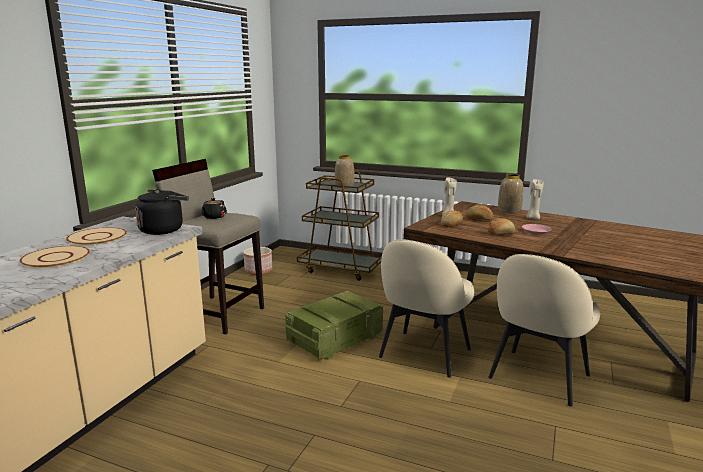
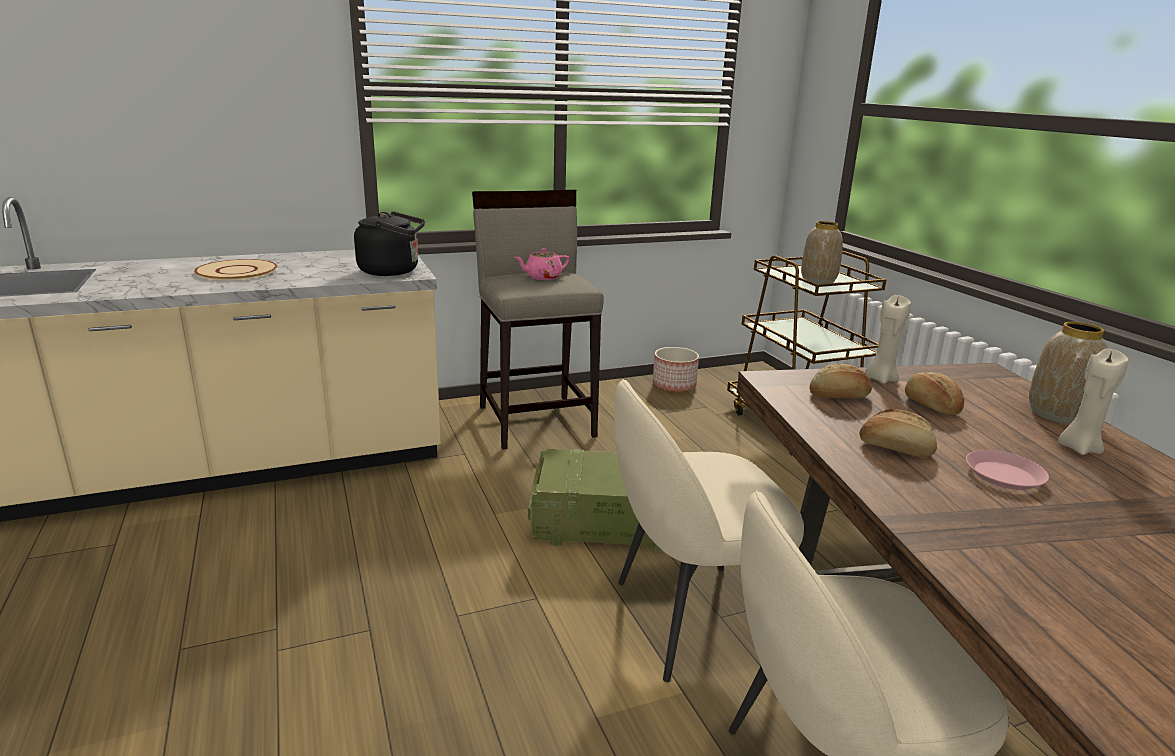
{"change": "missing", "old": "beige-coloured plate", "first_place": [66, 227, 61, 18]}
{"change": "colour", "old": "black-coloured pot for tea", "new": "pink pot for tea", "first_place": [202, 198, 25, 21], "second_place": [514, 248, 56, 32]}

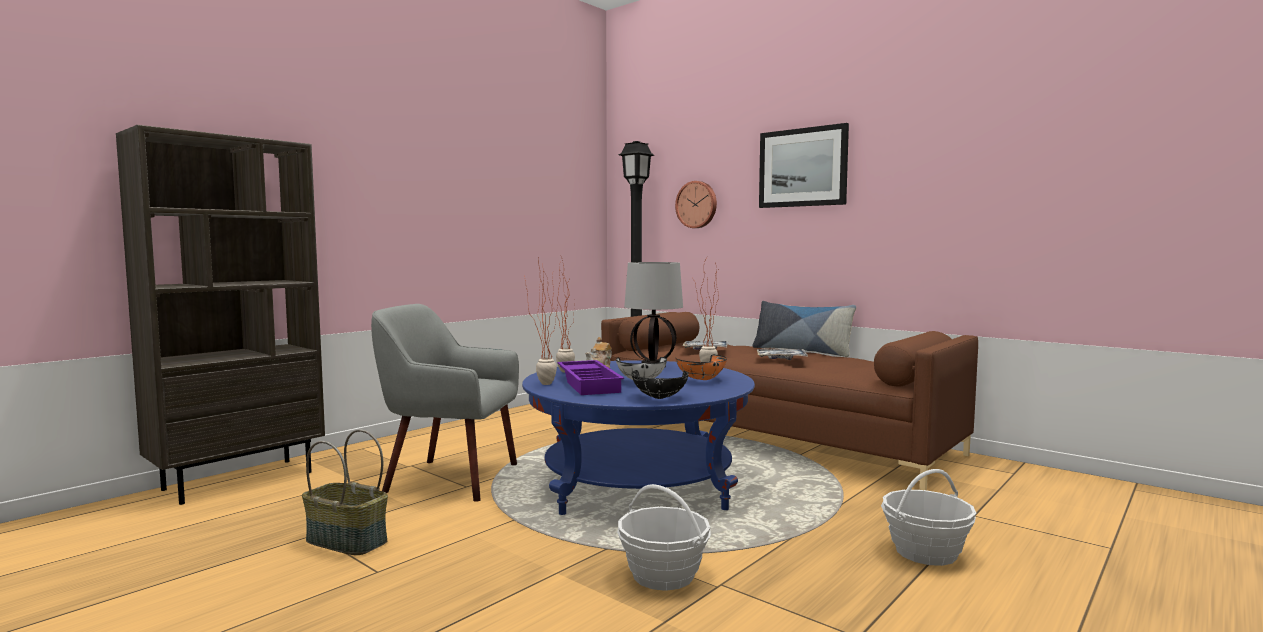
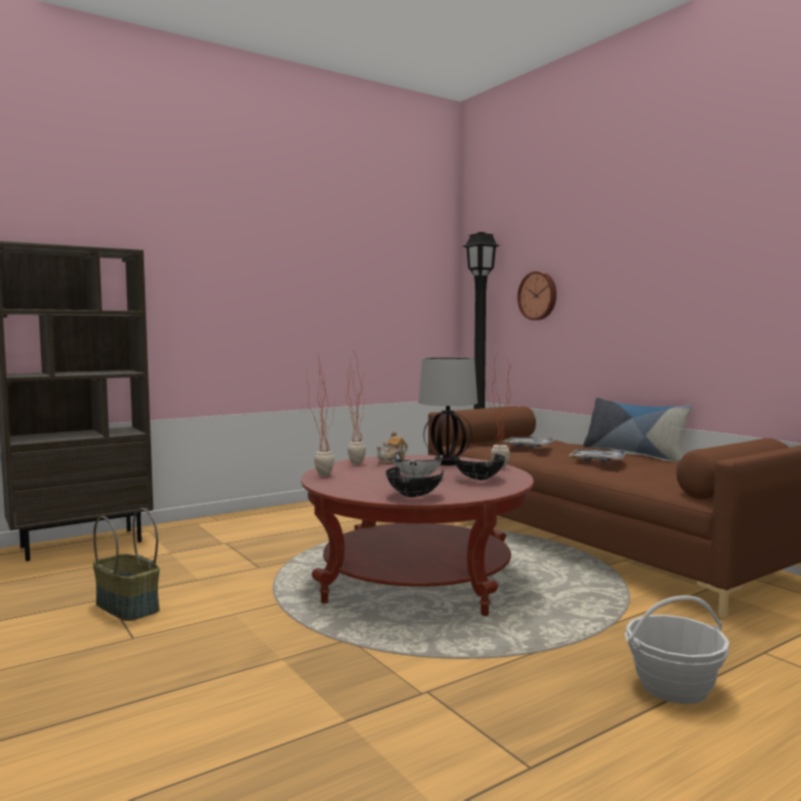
{"change": "missing", "old": "grey lounge chair", "first_place": [371, 304, 148, 198]}
{"change": "missing", "old": "purple serving tray", "first_place": [557, 360, 67, 35]}
{"change": "missing", "old": "storage basket", "first_place": [617, 484, 94, 107]}
{"change": "missing", "old": "picture", "first_place": [759, 123, 90, 85]}
{"change": "colour", "old": "bluish low table", "new": "red-coloured low table", "first_place": [522, 360, 233, 155], "second_place": [301, 455, 233, 161]}
{"change": "colour", "old": "orange-coloured serving bowl", "new": "black-coloured serving bowl", "first_place": [675, 355, 52, 25], "second_place": [453, 454, 52, 26]}

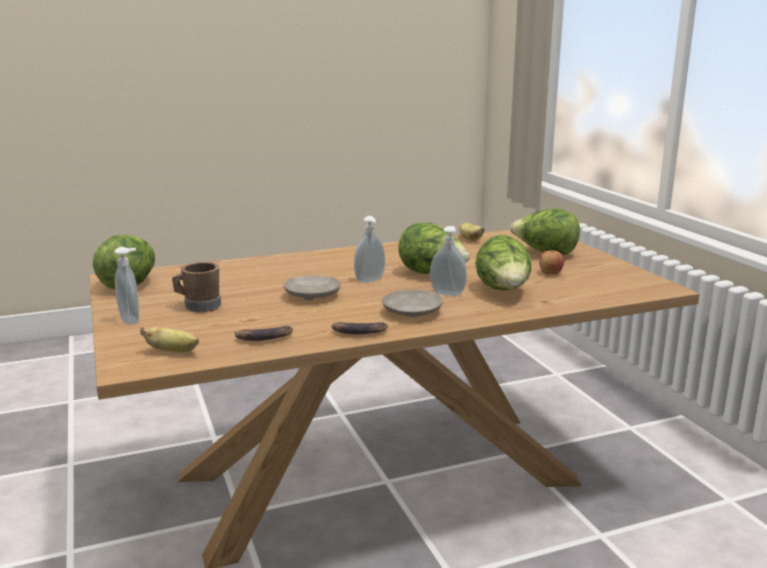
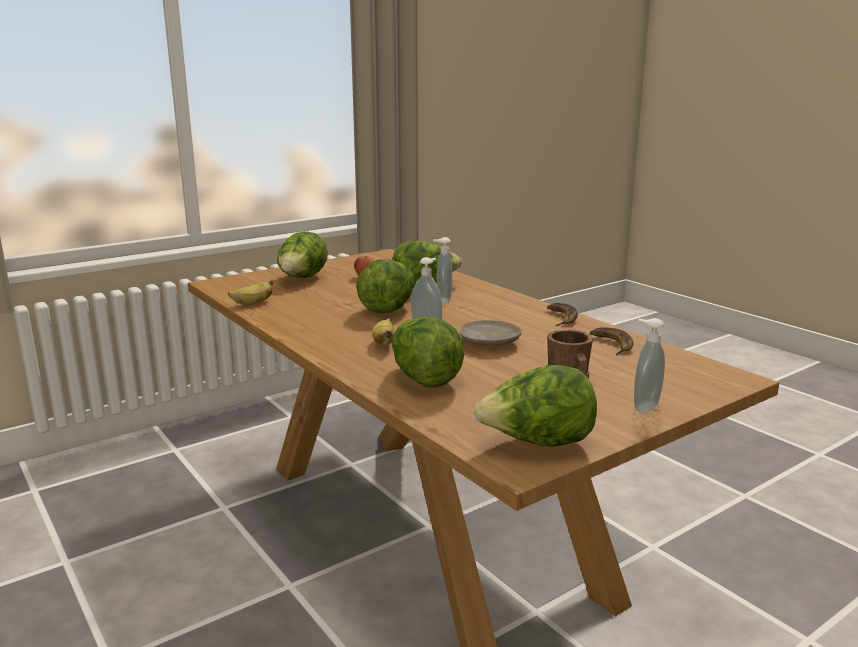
{"change": "missing", "old": "beige-coloured plate", "first_place": [382, 290, 61, 27]}
{"change": "appeared", "new": "lettuce", "second_place": [392, 316, 72, 72]}
{"change": "relocated", "old": "banana fruit", "first_place": [140, 327, 59, 26], "second_place": [372, 318, 22, 29]}

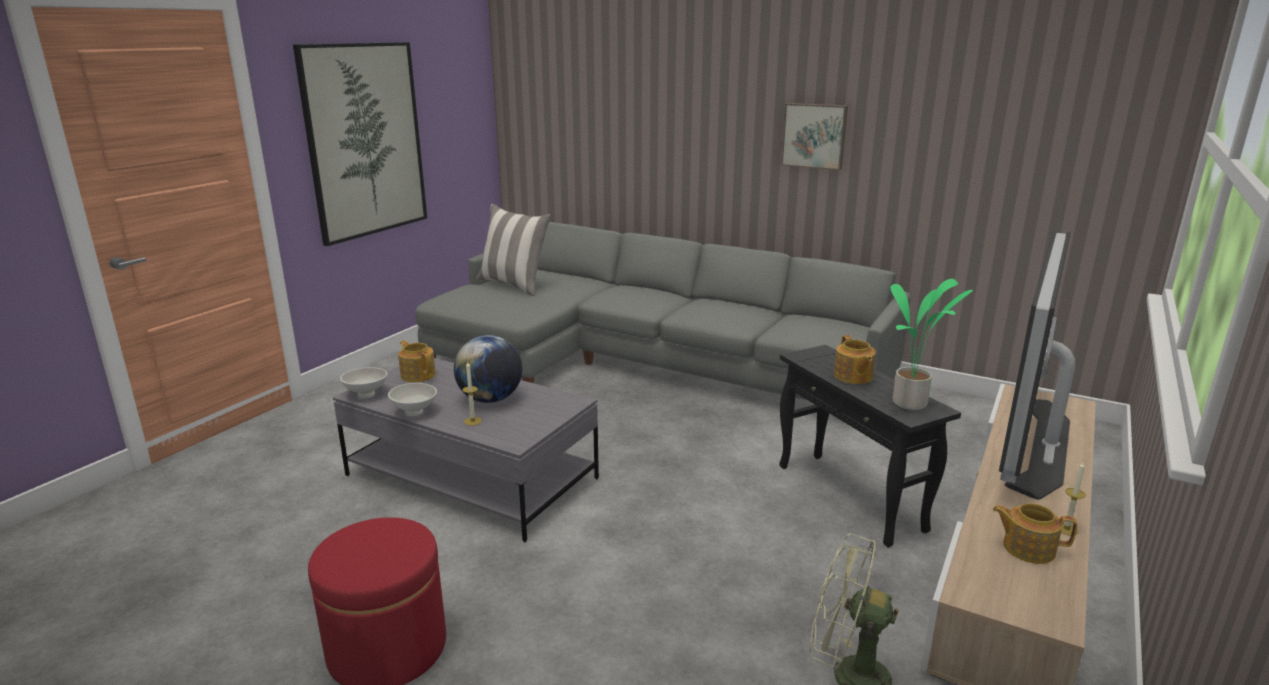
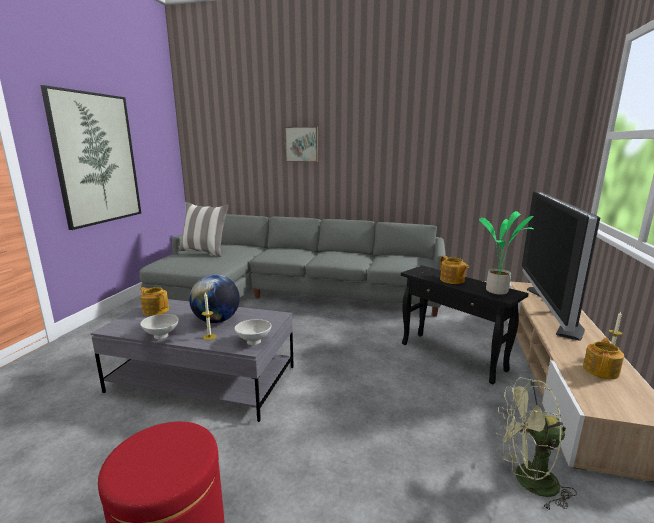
{"change": "relocated", "old": "white-coloured serving bowl", "first_place": [340, 367, 47, 31], "second_place": [234, 319, 38, 26]}
{"change": "relocated", "old": "picture", "first_place": [781, 103, 67, 67], "second_place": [284, 127, 34, 35]}
{"change": "spun", "old": "pot for tea", "first_place": [993, 503, 84, 61], "second_place": [583, 337, 41, 43], "degrees": 120}

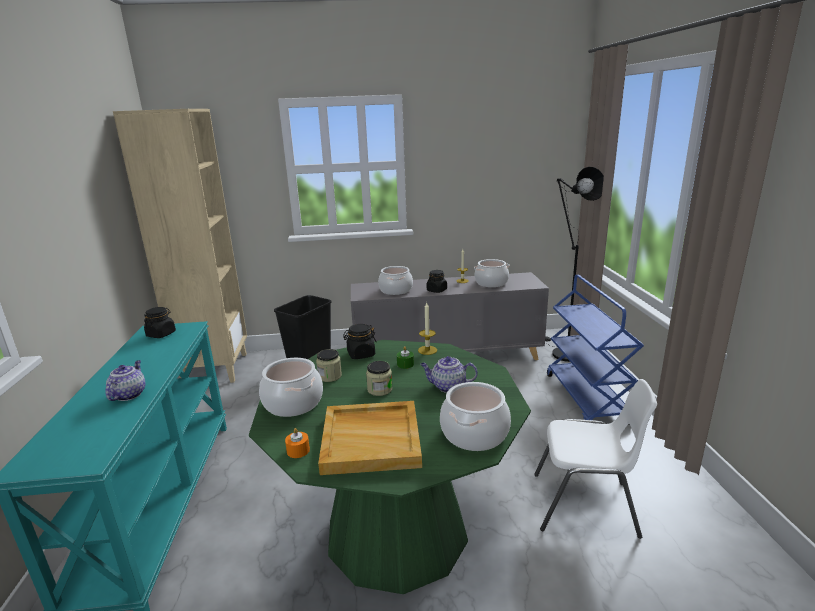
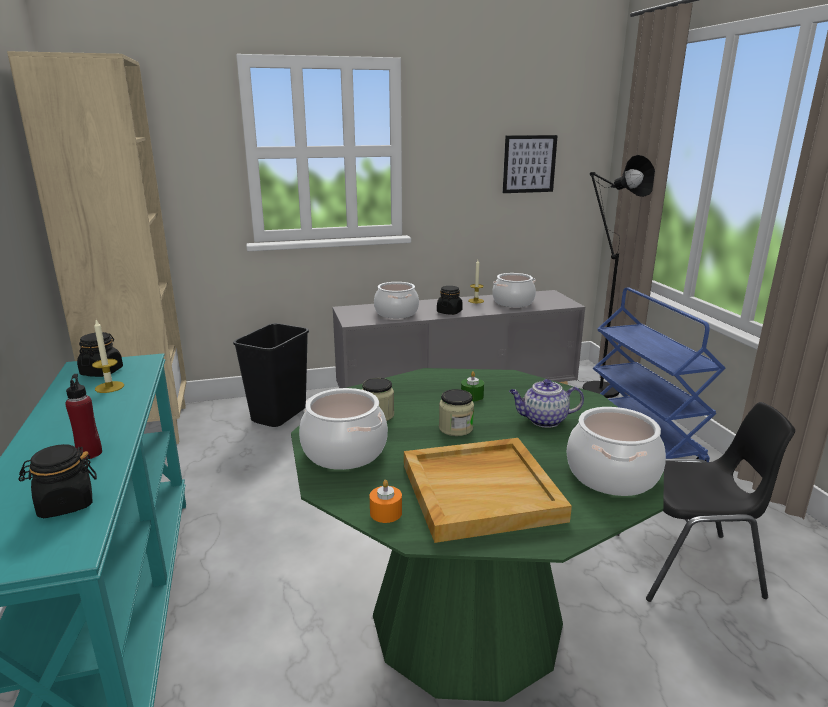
{"change": "appeared", "new": "picture", "second_place": [503, 135, 55, 58]}
{"change": "relocated", "old": "black-coloured preserve jar", "first_place": [343, 324, 34, 35], "second_place": [18, 444, 79, 74]}
{"change": "relocated", "old": "wax candle", "first_place": [418, 303, 19, 52], "second_place": [92, 320, 32, 73]}
{"change": "exchanged", "old": "pot for tea", "new": "red-coloured beverage bottle", "first_place": [105, 360, 40, 41], "second_place": [65, 374, 37, 85]}
{"change": "colour", "old": "white-coloured plain chair", "new": "black-coloured plain chair", "first_place": [534, 379, 123, 160], "second_place": [617, 402, 178, 200]}

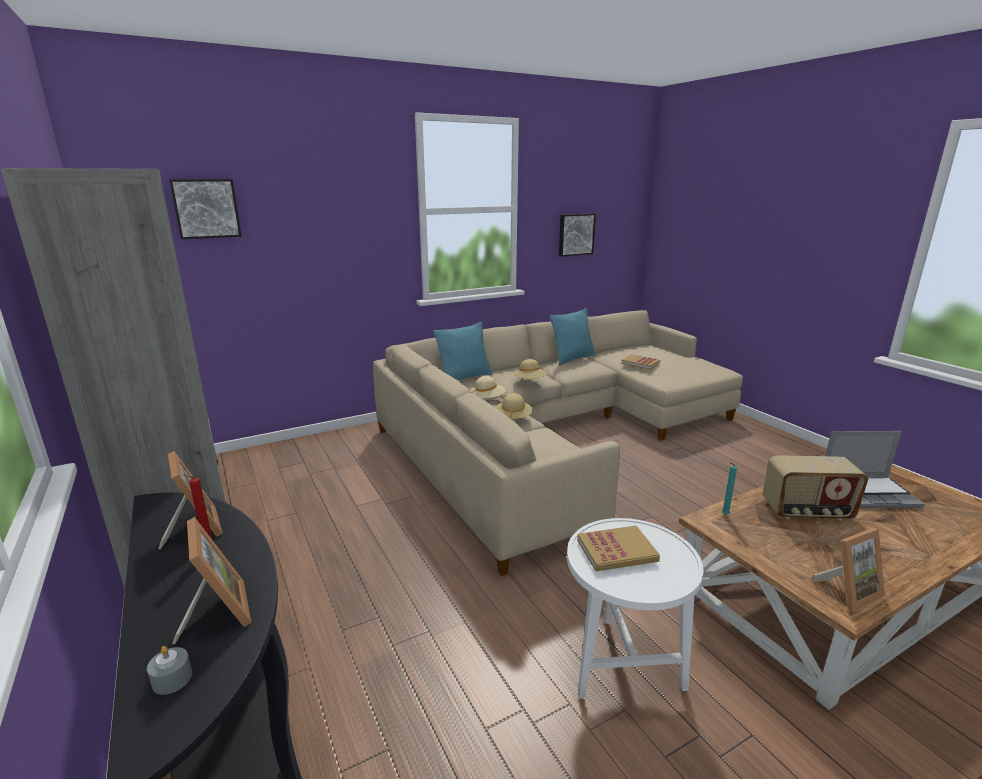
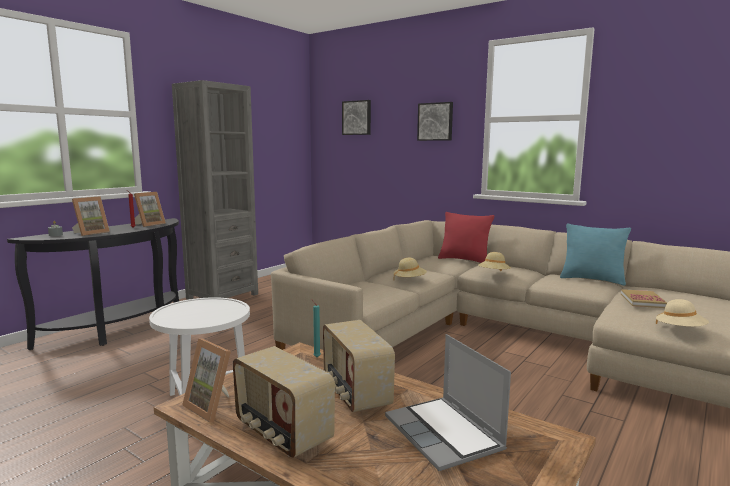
{"change": "missing", "old": "volume", "first_place": [577, 526, 83, 45]}
{"change": "appeared", "new": "radio receiver", "second_place": [233, 346, 102, 112]}
{"change": "relocated", "old": "beige-coloured hat", "first_place": [471, 376, 34, 22], "second_place": [656, 299, 53, 28]}
{"change": "relocated", "old": "picture", "first_place": [559, 213, 37, 44], "second_place": [417, 102, 36, 39]}
{"change": "colour", "old": "turquoise pillow", "new": "red-coloured pillow", "first_place": [433, 322, 60, 58], "second_place": [438, 212, 56, 51]}

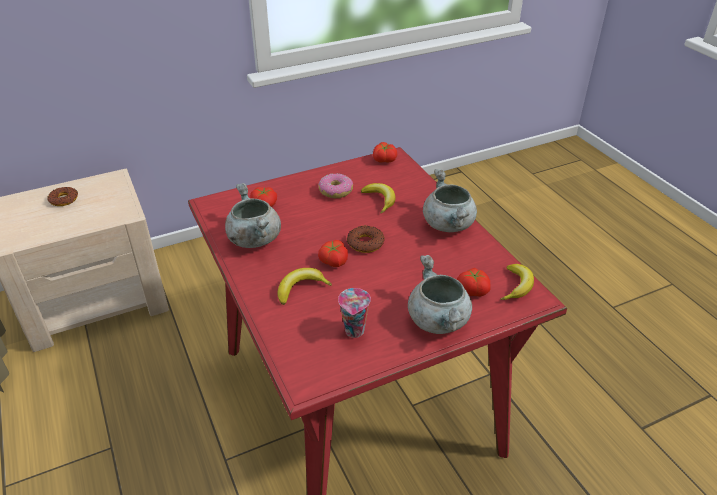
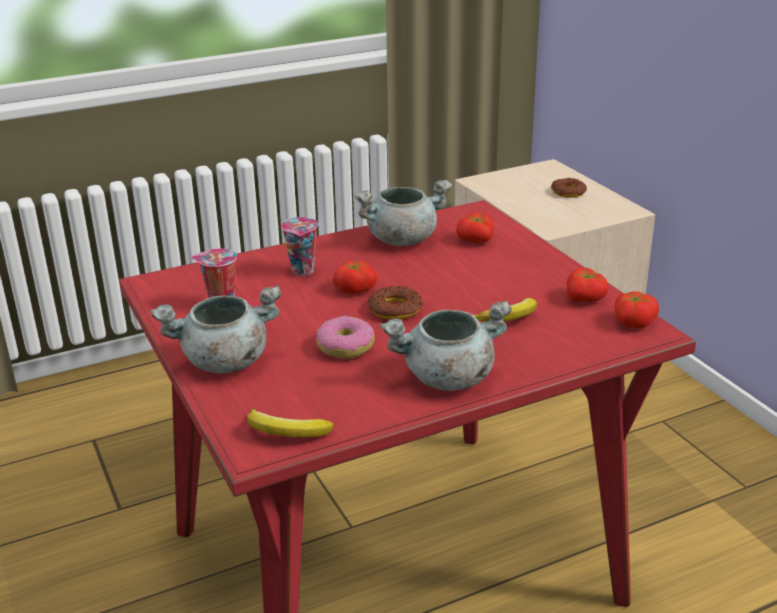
{"change": "relocated", "old": "doughnut", "first_place": [318, 173, 35, 25], "second_place": [316, 316, 58, 43]}
{"change": "relocated", "old": "tomato", "first_place": [457, 268, 34, 29], "second_place": [567, 268, 41, 34]}
{"change": "exchanged", "old": "banana fruit", "new": "cup", "first_place": [278, 268, 54, 37], "second_place": [281, 217, 37, 59]}

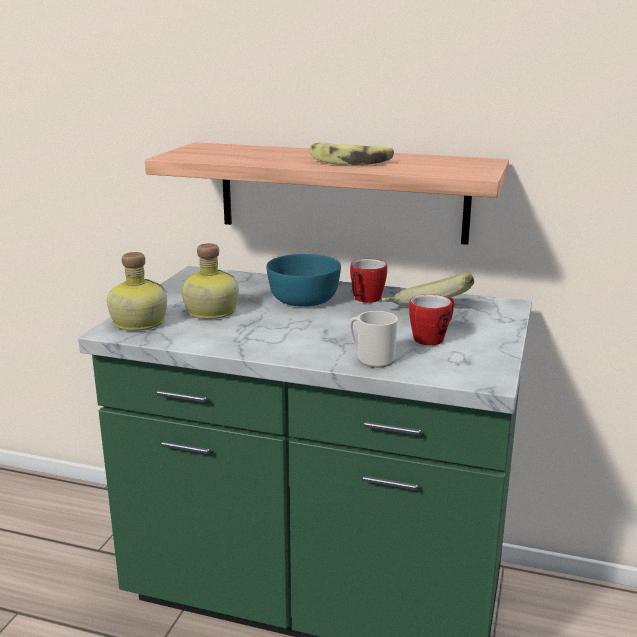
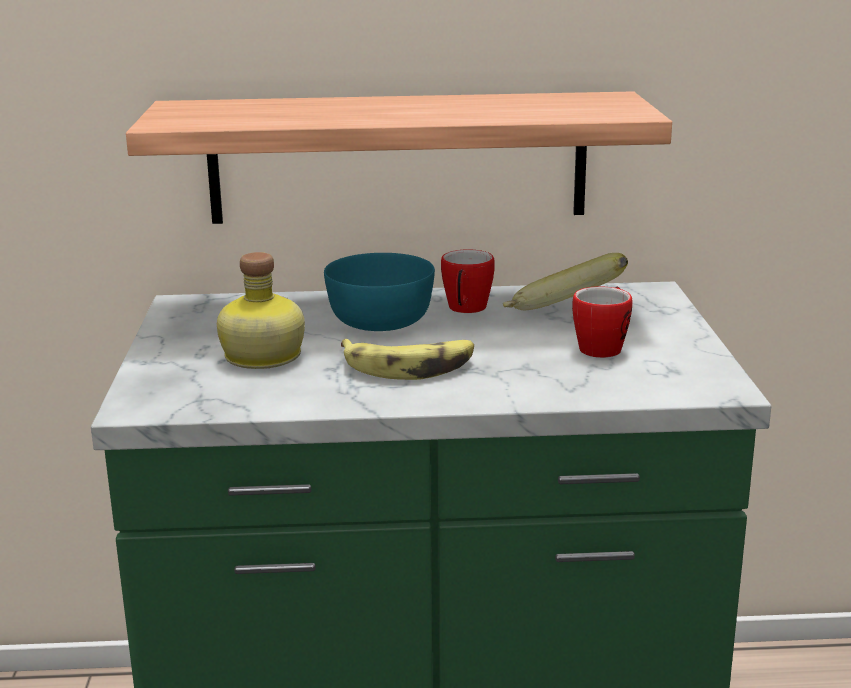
{"change": "missing", "old": "beverage bottle", "first_place": [107, 252, 60, 79]}
{"change": "missing", "old": "coffee mug", "first_place": [349, 311, 49, 57]}
{"change": "relocated", "old": "banana fruit", "first_place": [309, 143, 85, 23], "second_place": [341, 339, 133, 41]}

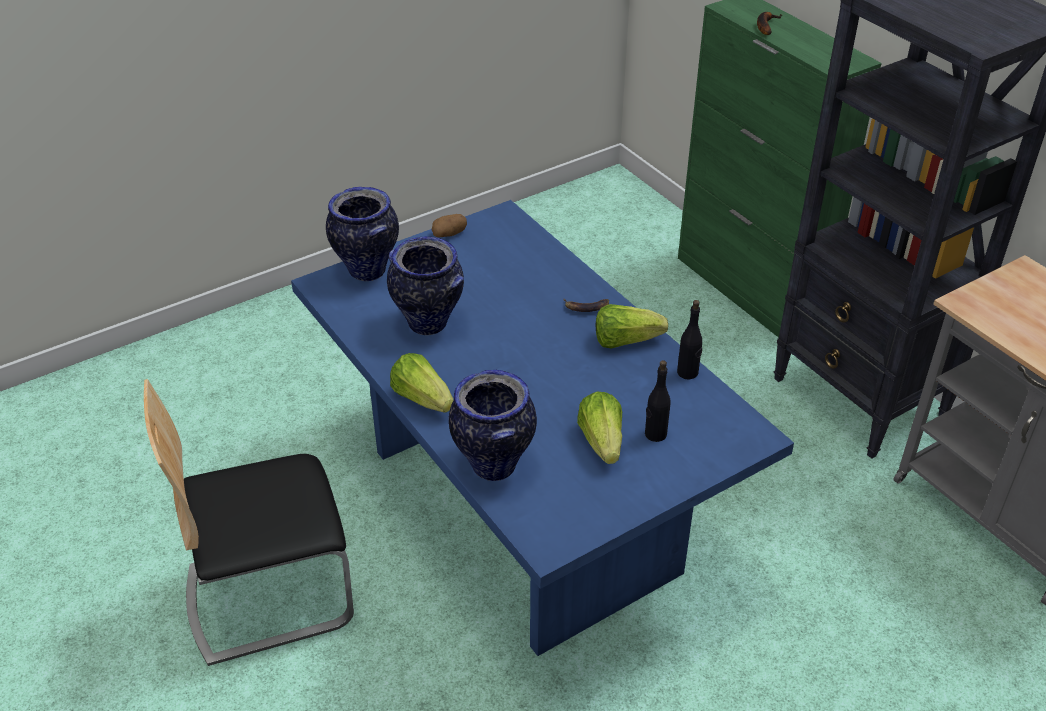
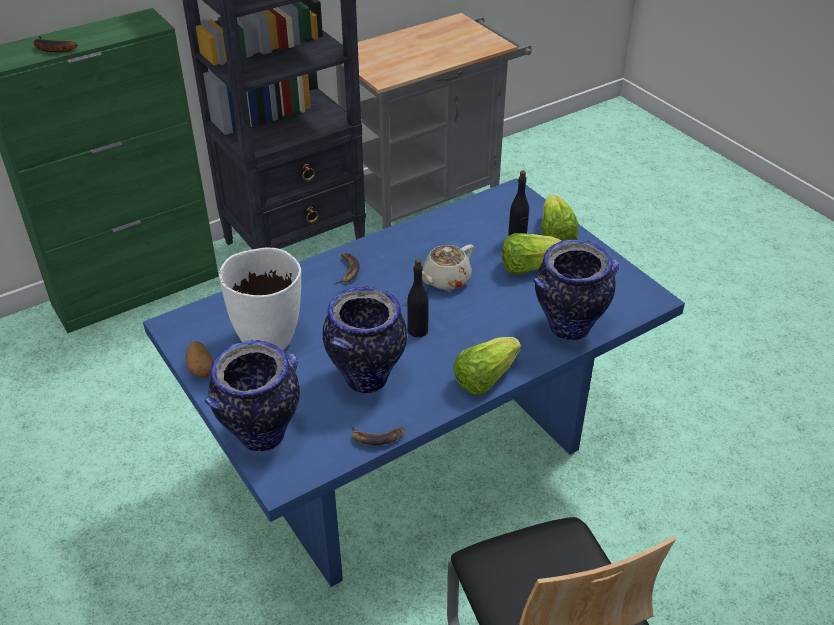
{"change": "appeared", "new": "white-coloured decorative vase", "second_place": [219, 247, 82, 104]}
{"change": "appeared", "new": "banana fruit", "second_place": [351, 425, 53, 20]}
{"change": "appeared", "new": "beige-coloured pot for tea", "second_place": [422, 244, 52, 46]}
{"change": "relocated", "old": "lettuce", "first_place": [596, 304, 72, 44], "second_place": [541, 195, 37, 46]}
{"change": "relocated", "old": "black-coloured beverage bottle", "first_place": [677, 300, 25, 79], "second_place": [407, 259, 22, 78]}

